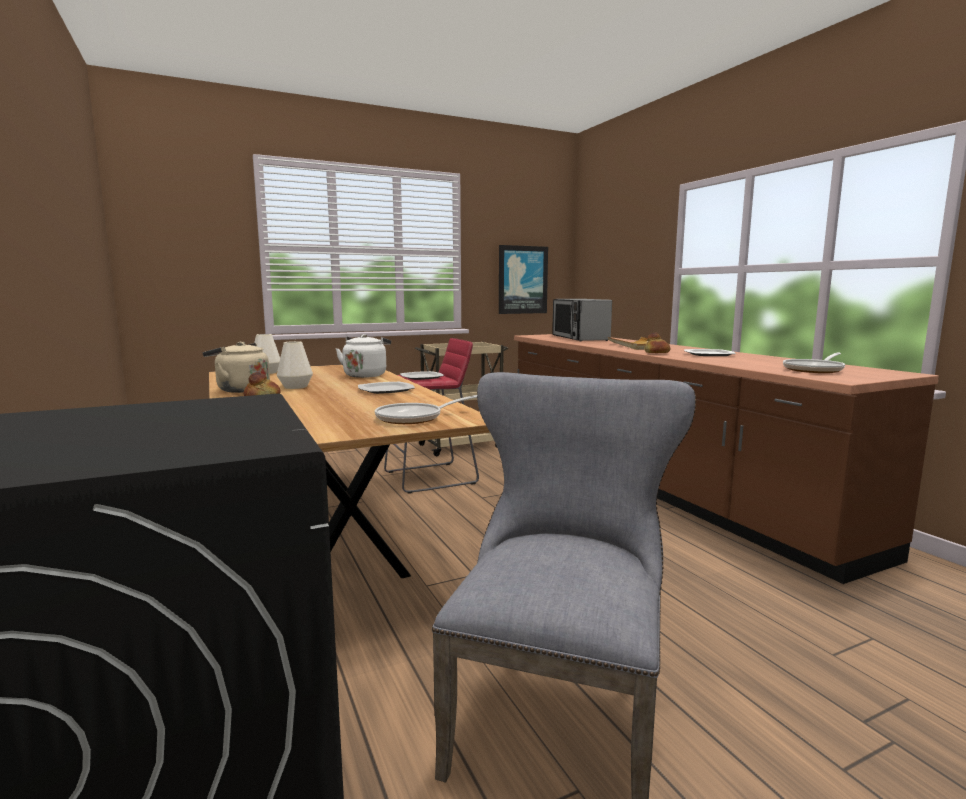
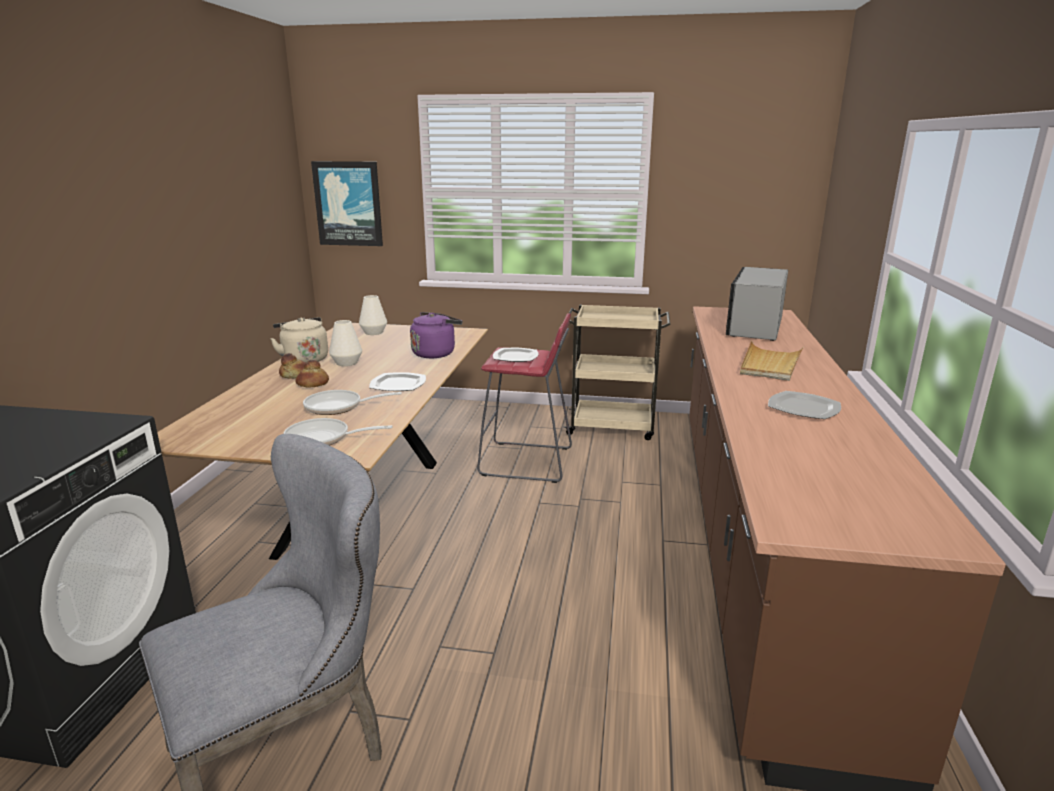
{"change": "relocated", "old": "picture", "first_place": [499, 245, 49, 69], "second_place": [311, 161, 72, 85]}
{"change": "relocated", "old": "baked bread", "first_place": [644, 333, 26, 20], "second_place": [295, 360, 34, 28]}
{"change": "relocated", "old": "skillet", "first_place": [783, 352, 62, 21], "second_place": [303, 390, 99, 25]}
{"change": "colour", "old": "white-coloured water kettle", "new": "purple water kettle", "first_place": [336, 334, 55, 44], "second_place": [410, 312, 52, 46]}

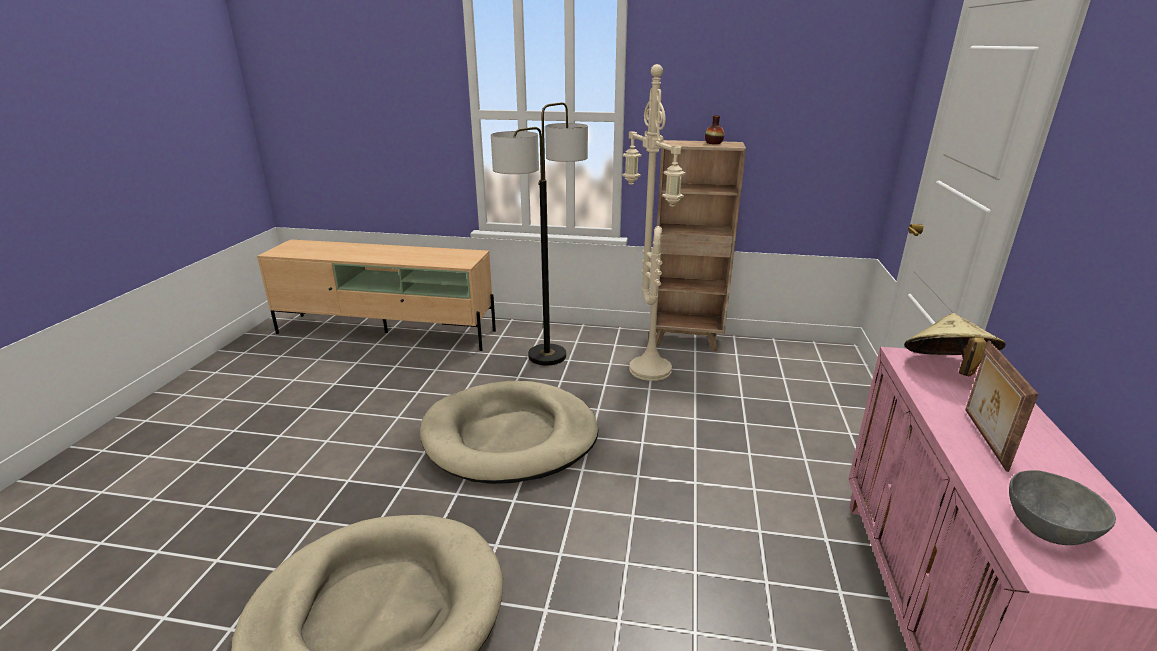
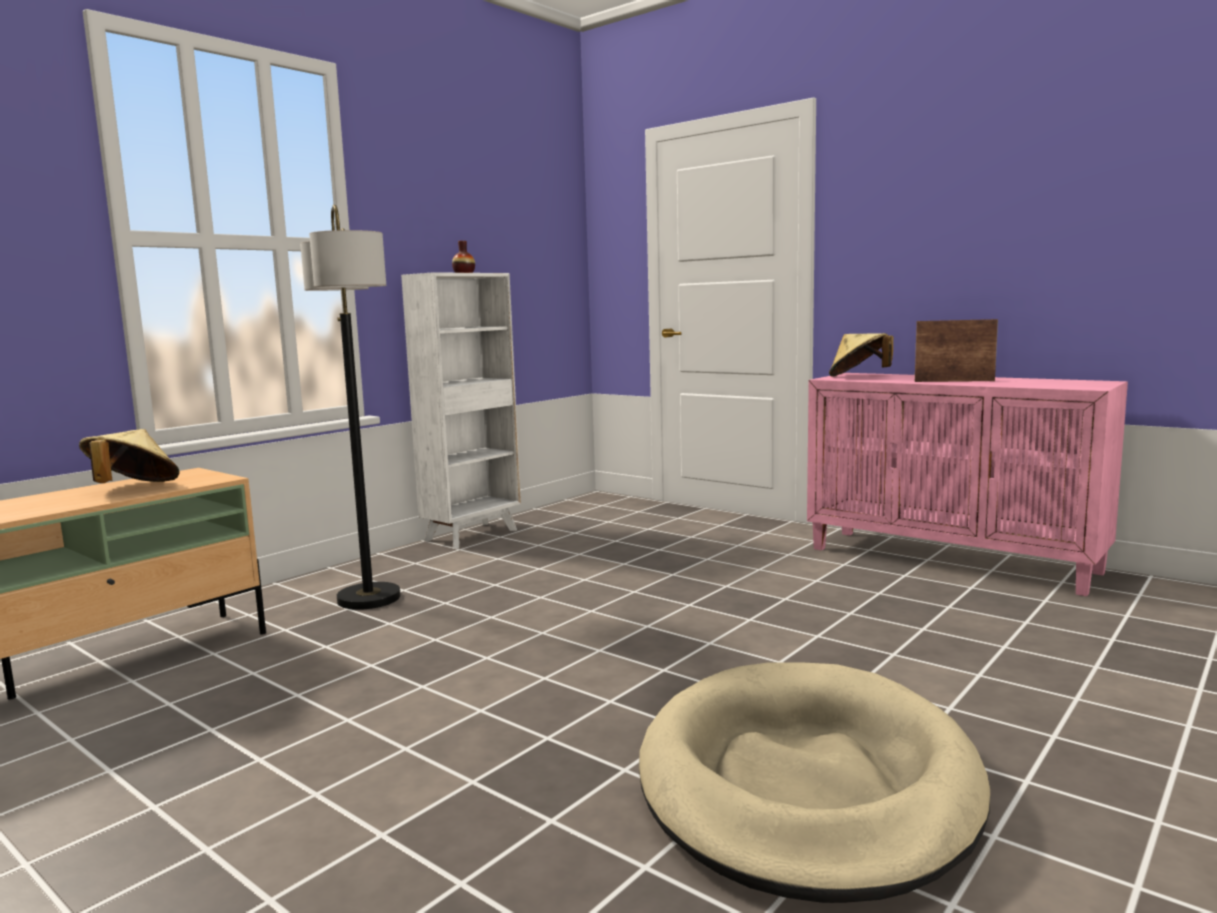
{"change": "missing", "old": "beige-coloured dog cushion", "first_place": [420, 381, 178, 103]}
{"change": "missing", "old": "beige-coloured standard lamp", "first_place": [622, 64, 64, 317]}
{"change": "missing", "old": "grey serving bowl", "first_place": [1009, 470, 107, 75]}
{"change": "appeared", "new": "beige-coloured hat", "second_place": [79, 429, 101, 54]}
{"change": "colour", "old": "brown-coloured bookcase", "new": "white-coloured bookcase", "first_place": [656, 140, 90, 212], "second_place": [401, 272, 120, 277]}
{"change": "spun", "old": "picture frame", "first_place": [965, 341, 73, 131], "second_place": [915, 319, 83, 63], "degrees": 150}

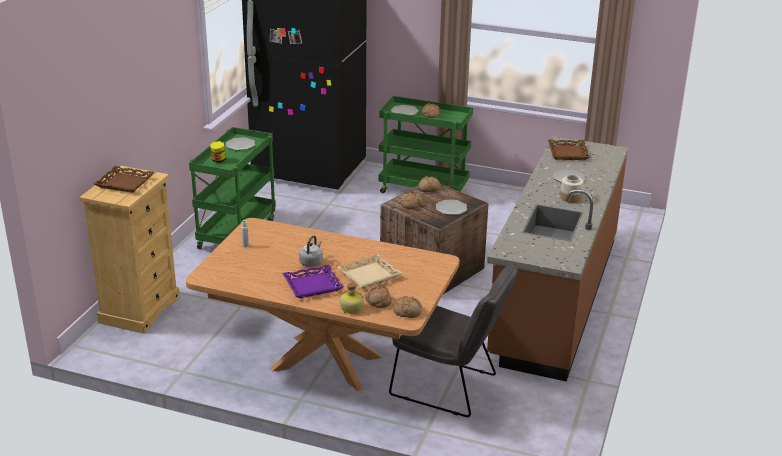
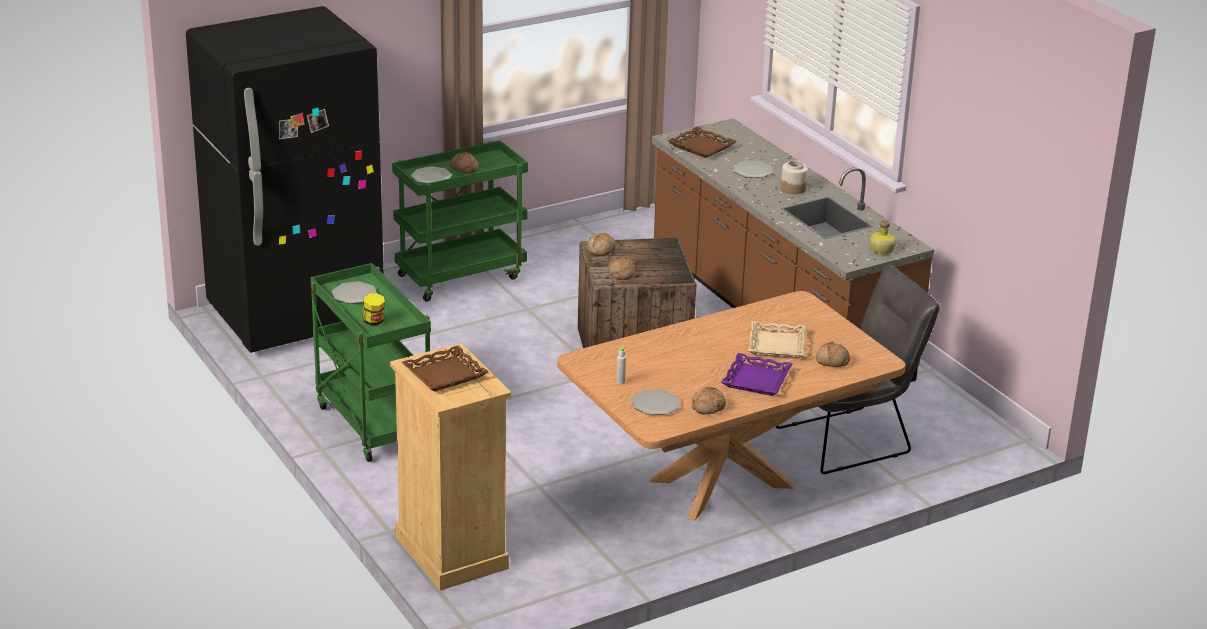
{"change": "missing", "old": "grey water kettle", "first_place": [299, 235, 24, 32]}
{"change": "relocated", "old": "beverage bottle", "first_place": [340, 282, 24, 32], "second_place": [870, 220, 26, 35]}
{"change": "relocated", "old": "baked bread", "first_place": [393, 296, 29, 22], "second_place": [692, 387, 34, 28]}
{"change": "relocated", "old": "plate", "first_place": [436, 200, 31, 15], "second_place": [632, 389, 48, 26]}

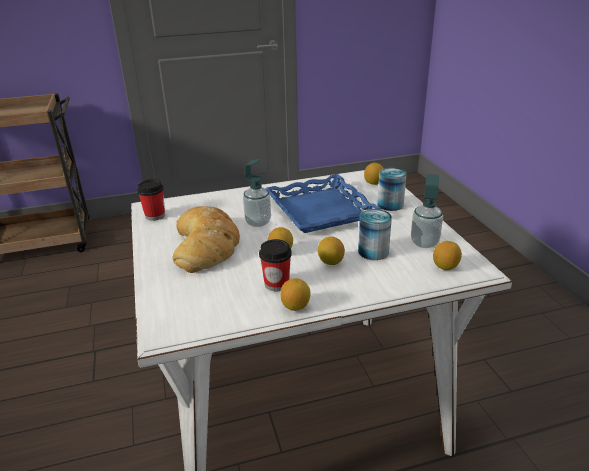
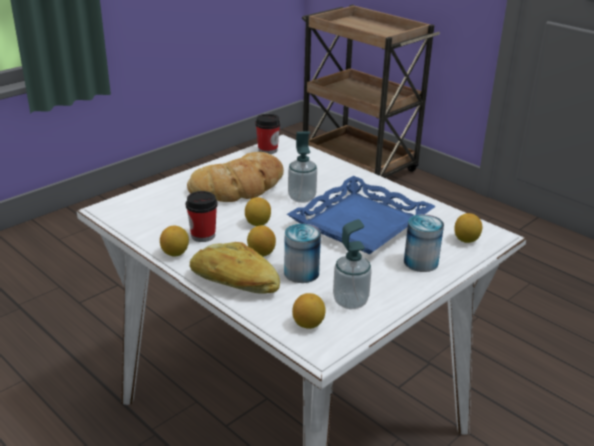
{"change": "appeared", "new": "baked bread", "second_place": [190, 242, 90, 52]}

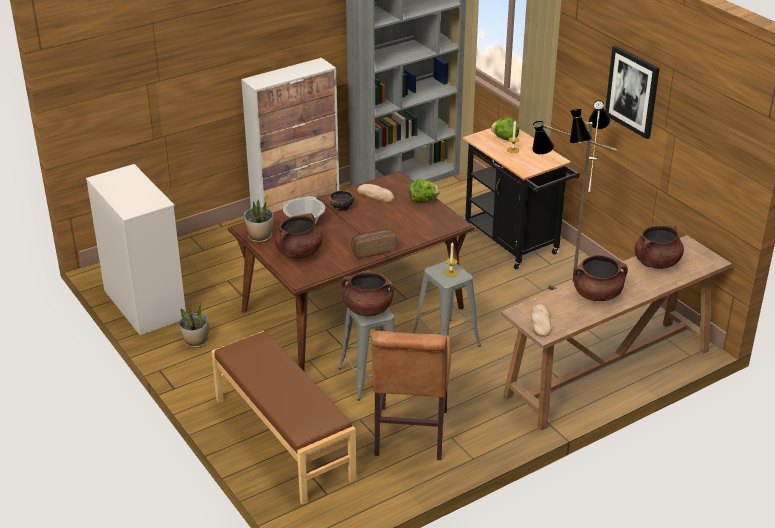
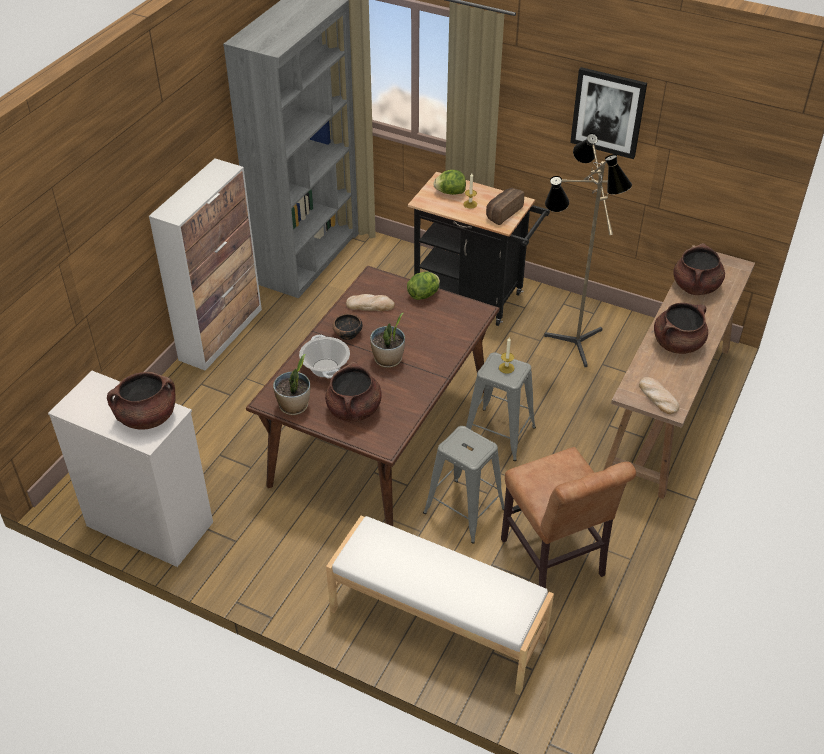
{"change": "relocated", "old": "potted plant", "first_place": [179, 303, 30, 45], "second_place": [370, 313, 35, 55]}
{"change": "relocated", "old": "brown-coloured saucepot", "first_place": [341, 272, 53, 44], "second_place": [107, 372, 68, 57]}
{"change": "relocated", "old": "baked bread", "first_place": [351, 229, 45, 30], "second_place": [486, 188, 38, 37]}
{"change": "colour", "old": "brown-coloured long seat", "new": "white-coloured long seat", "first_place": [211, 331, 146, 174], "second_place": [326, 516, 228, 179]}

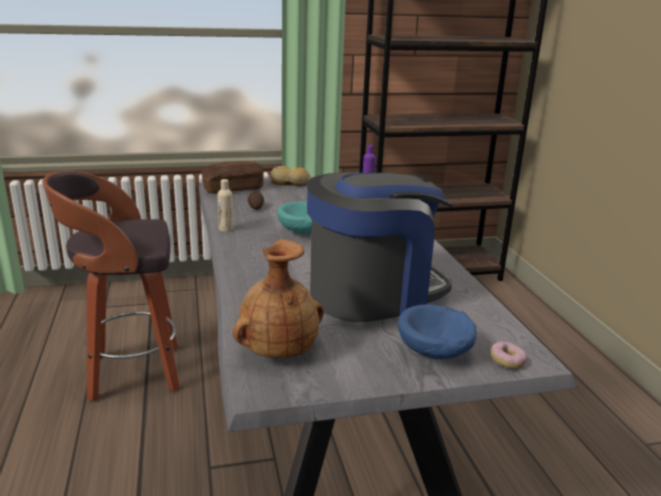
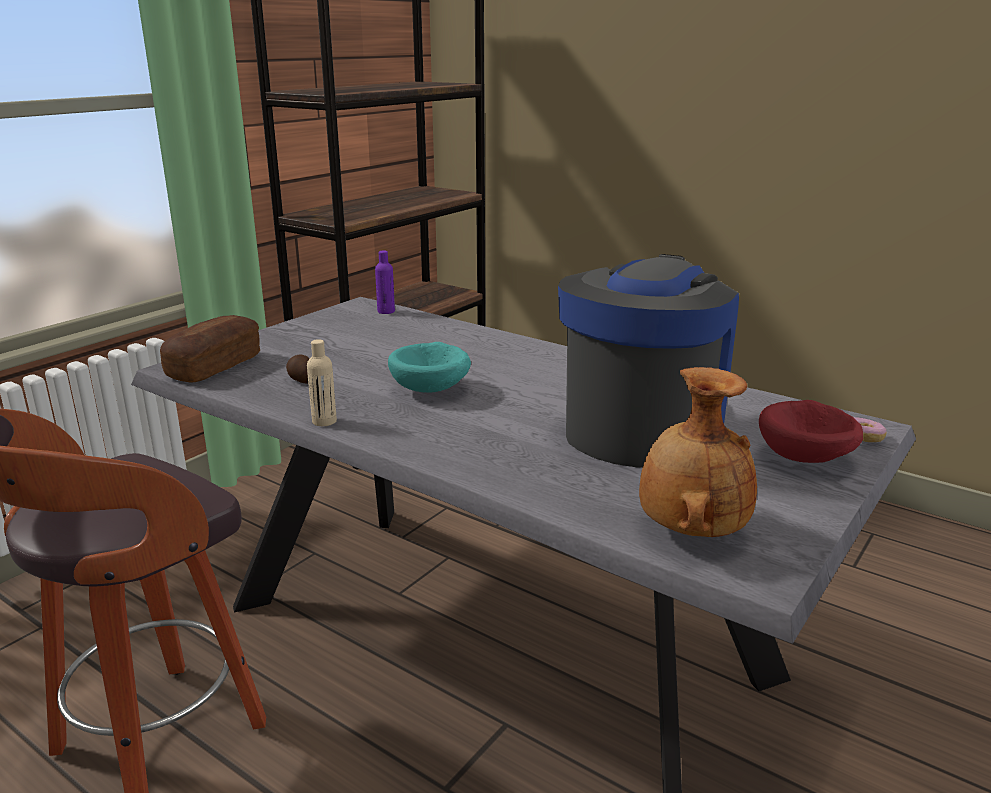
{"change": "missing", "old": "baked bread", "first_place": [270, 166, 41, 20]}
{"change": "colour", "old": "bluish serving bowl", "new": "red-coloured serving bowl", "first_place": [398, 304, 78, 55], "second_place": [759, 400, 104, 63]}

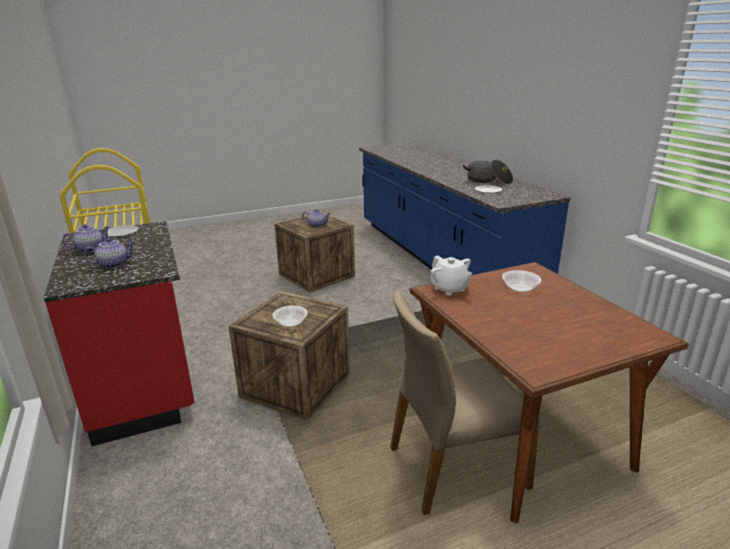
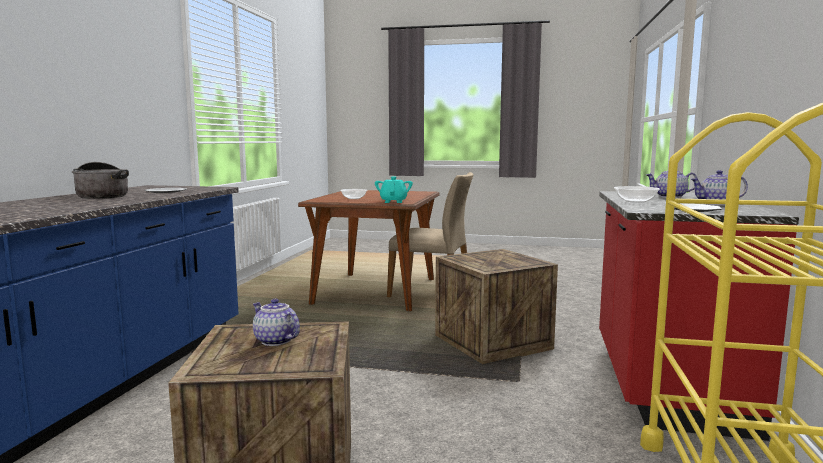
{"change": "relocated", "old": "serving bowl", "first_place": [272, 305, 36, 22], "second_place": [614, 186, 46, 17]}
{"change": "colour", "old": "white-coloured pot for tea", "new": "turquoise pot for tea", "first_place": [431, 256, 41, 40], "second_place": [375, 176, 38, 27]}

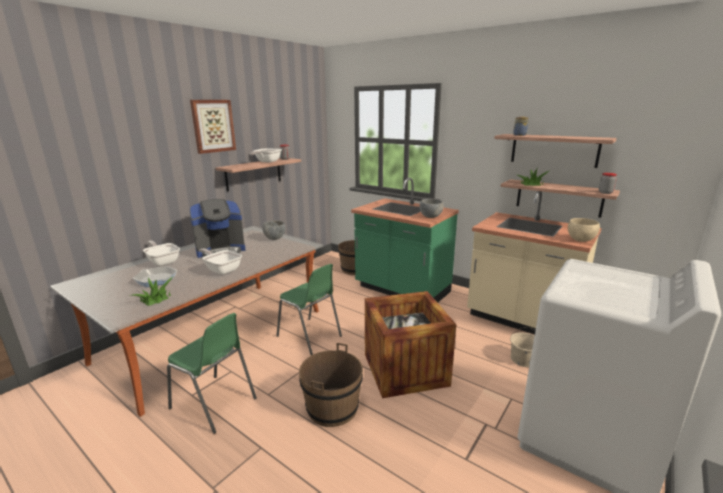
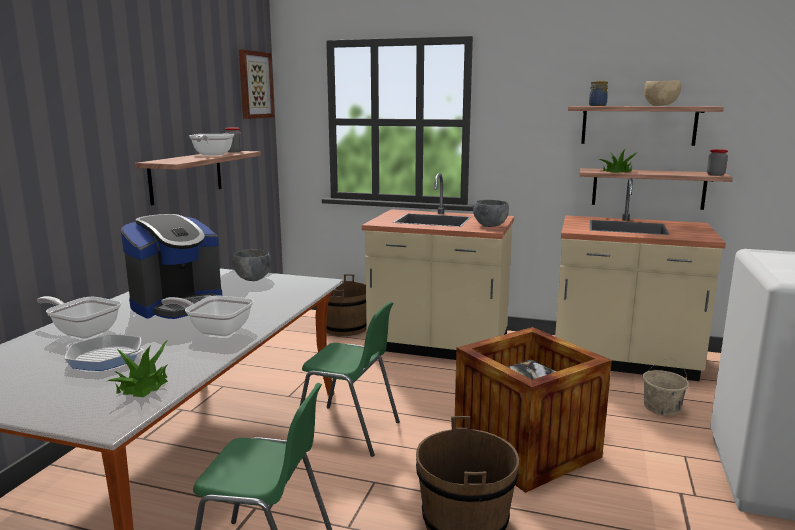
{"change": "relocated", "old": "picture", "first_place": [190, 100, 46, 54], "second_place": [239, 49, 35, 70]}
{"change": "relocated", "old": "beige-coloured serving bowl", "first_place": [568, 218, 32, 24], "second_place": [644, 80, 37, 26]}
{"change": "colour", "old": "greenish kitchen counter", "new": "beige-coloured kitchen counter", "first_place": [351, 178, 108, 125], "second_place": [362, 173, 152, 187]}

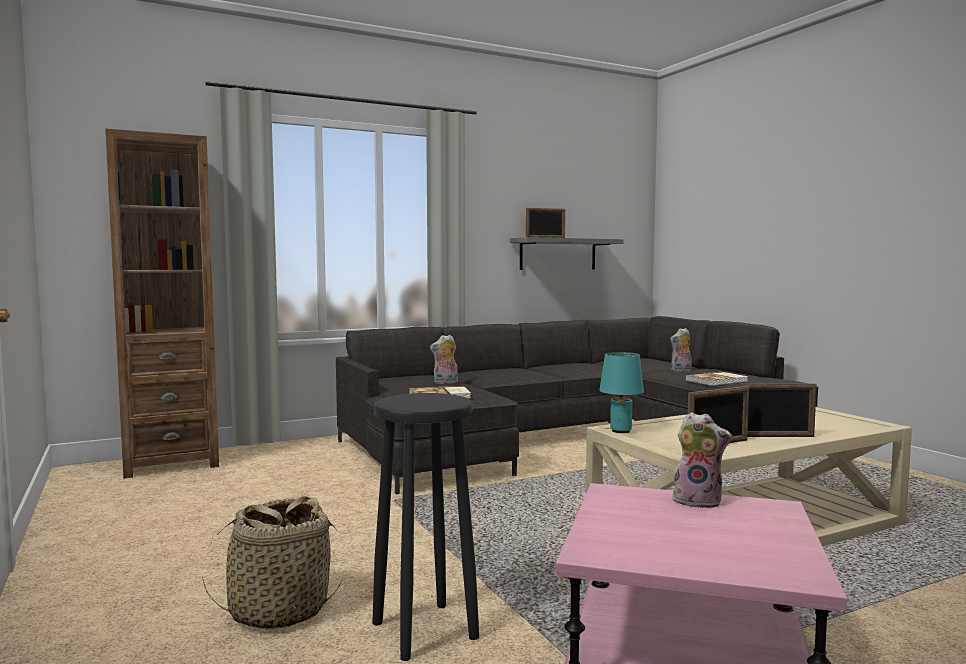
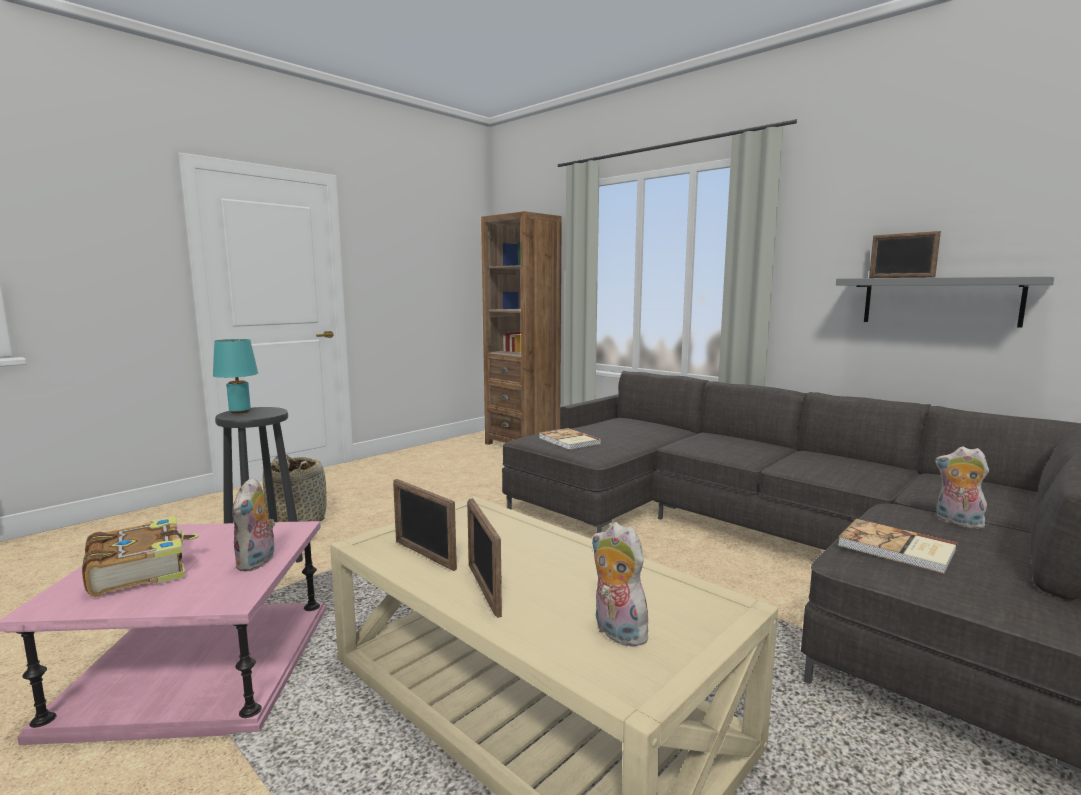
{"change": "appeared", "new": "volume", "second_place": [82, 516, 117, 81]}
{"change": "relocated", "old": "plush toy", "first_place": [430, 335, 28, 49], "second_place": [591, 522, 60, 125]}
{"change": "relocated", "old": "turquoise table lamp", "first_place": [600, 352, 44, 81], "second_place": [213, 339, 45, 75]}

